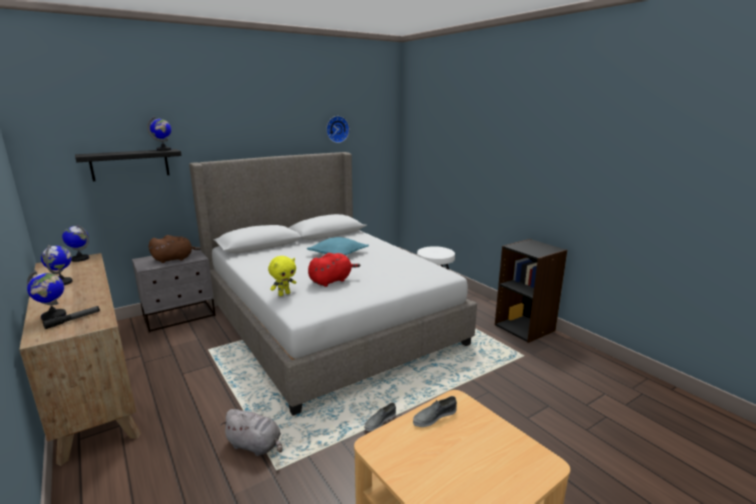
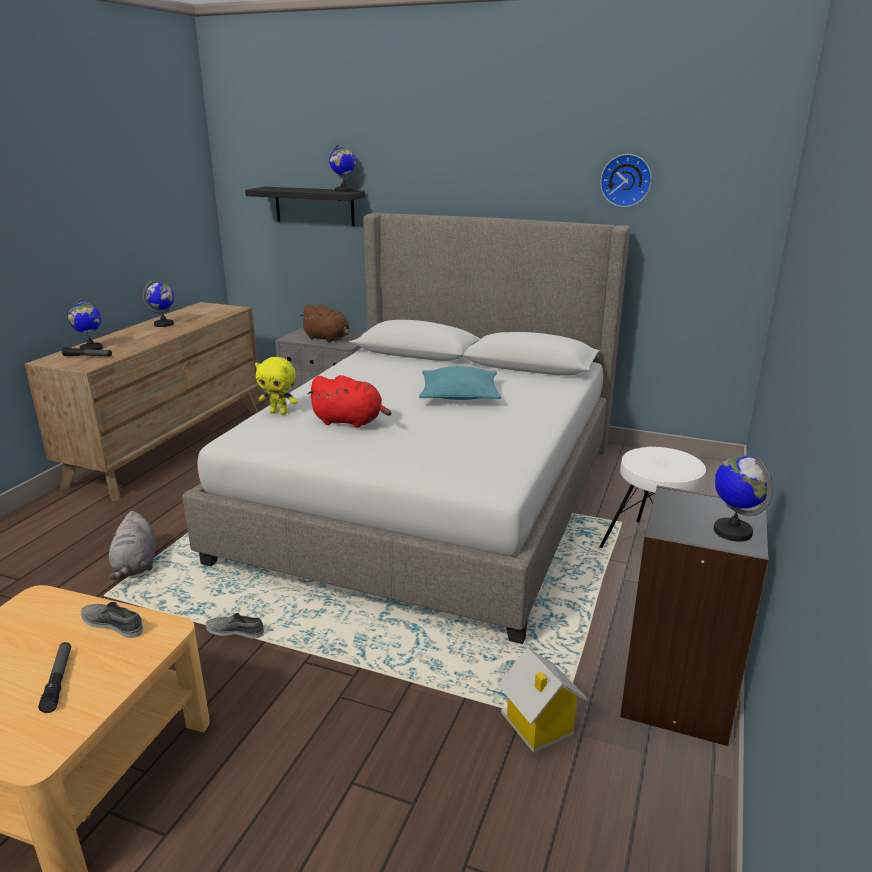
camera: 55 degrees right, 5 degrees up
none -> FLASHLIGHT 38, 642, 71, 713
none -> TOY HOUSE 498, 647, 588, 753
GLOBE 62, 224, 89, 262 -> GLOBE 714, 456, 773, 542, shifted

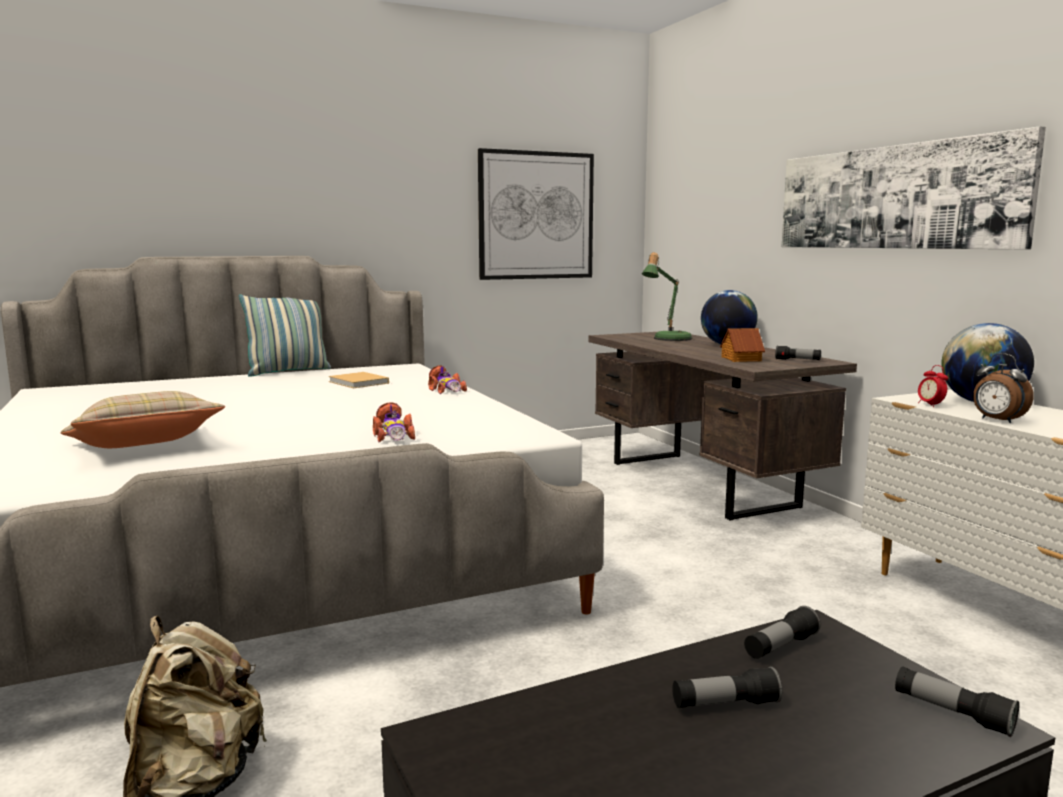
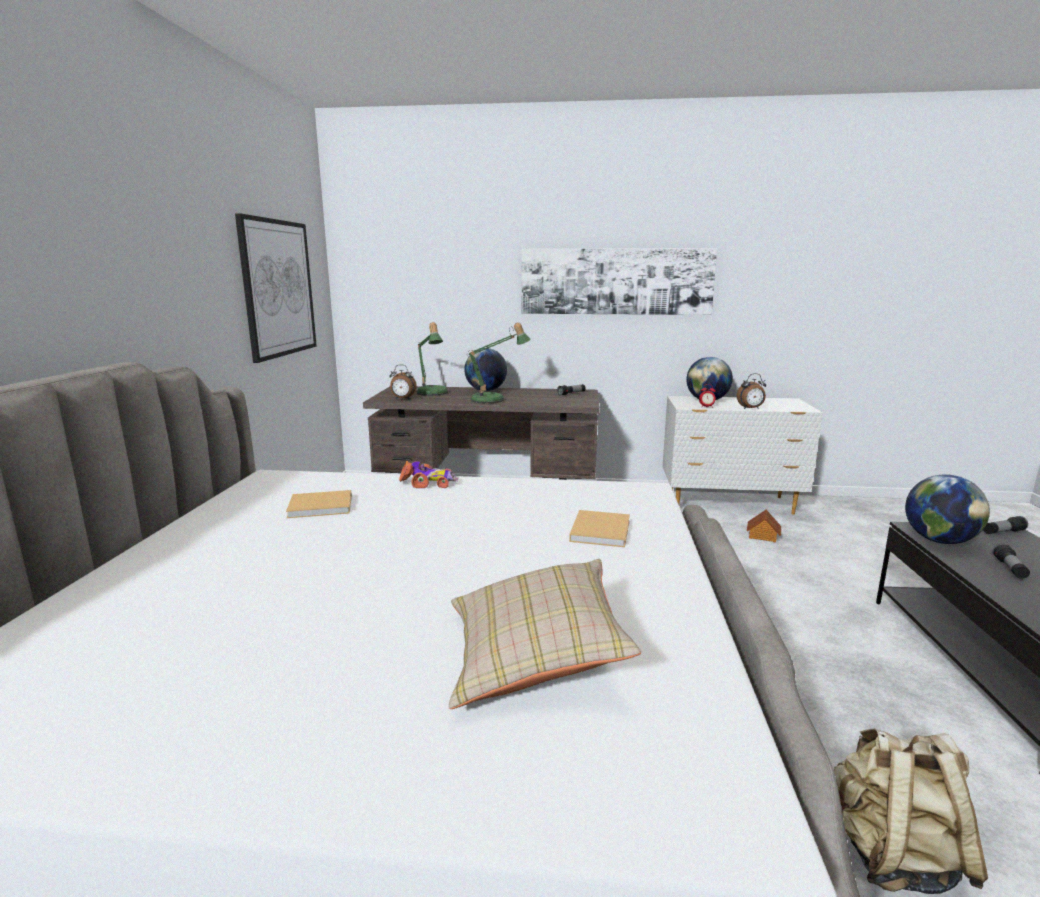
camera: 60 degrees left, 5 degrees up
none -> ALARM CLOCK 389, 365, 417, 399
none -> TABLE LAMP 467, 322, 530, 404
TOY CAR 373, 402, 415, 442 -> BEIGE BOOK 569, 510, 630, 547
TOY HOUSE 720, 328, 765, 362 -> TOY HOUSE 747, 510, 781, 542, shifted
FLASHLIGHT 744, 606, 821, 659 -> GLOBE 905, 474, 990, 544
PILLOW 239, 294, 331, 377 -> none

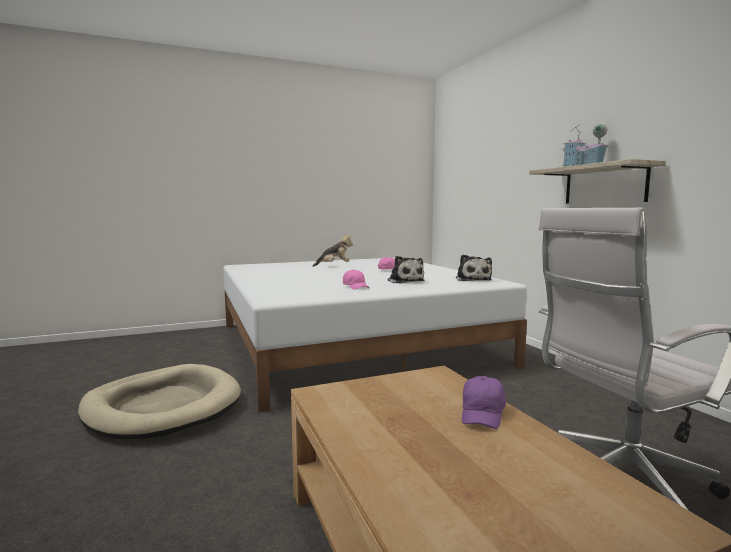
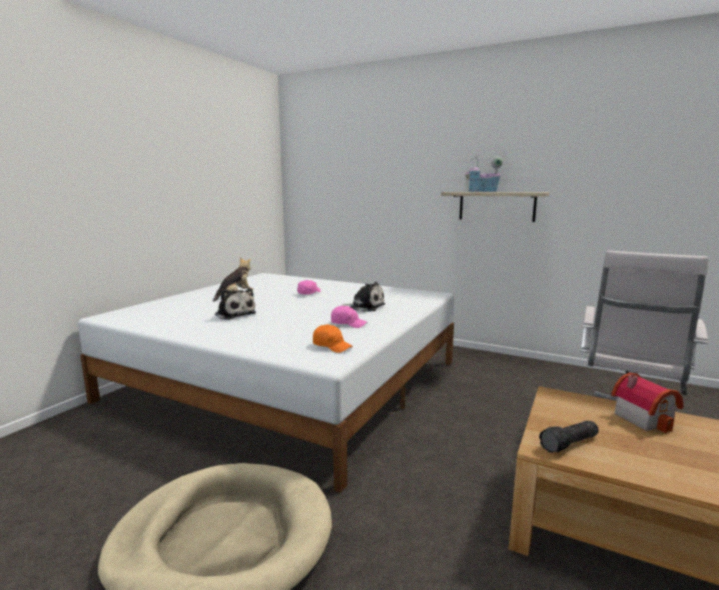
camera: 40 degrees left, 5 degrees up
PLUSH TOY 456, 254, 492, 281 -> PLUSH TOY 215, 288, 256, 320, shifted
none -> ORANGE CAP 313, 324, 353, 353
none -> FLASHLIGHT 539, 421, 599, 453
PURPLE CAP 462, 376, 506, 429 -> TOY HOUSE 611, 372, 683, 433

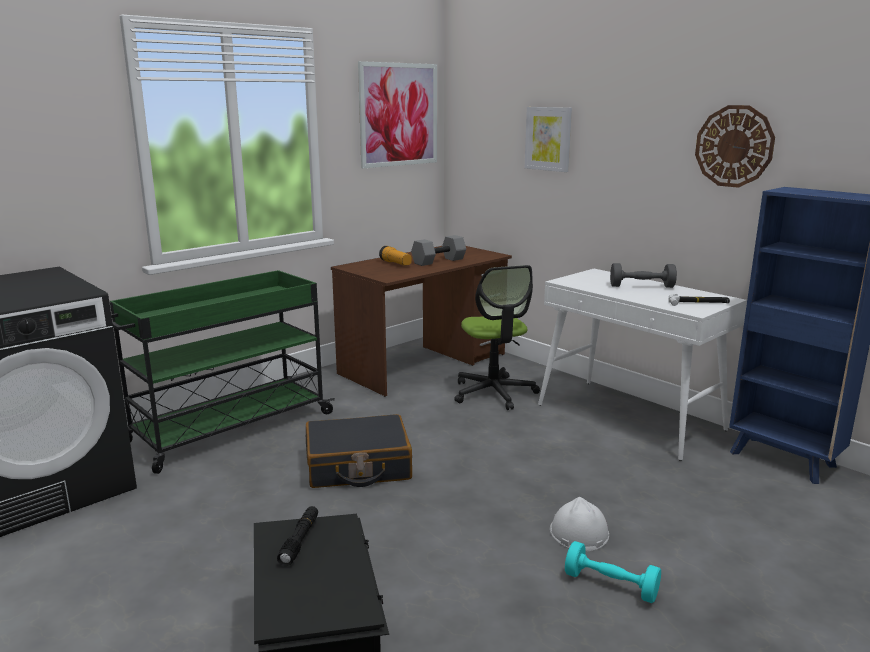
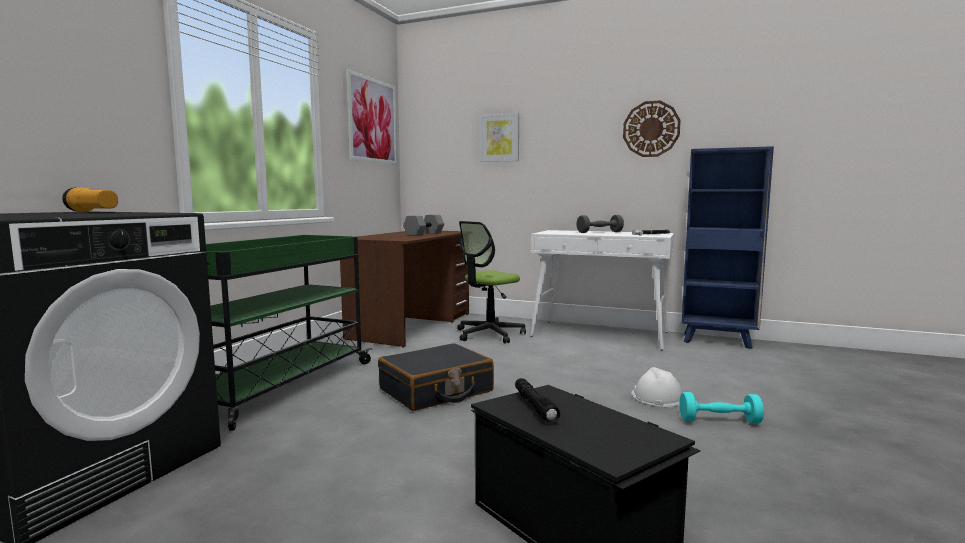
camera: 25 degrees left, 10 degrees down
FLASHLIGHT 379, 246, 412, 266 -> FLASHLIGHT 62, 187, 118, 212, shifted
OFFICE CHAIR 454, 265, 540, 410 -> OFFICE CHAIR 457, 221, 526, 344, 90 degrees clockwise

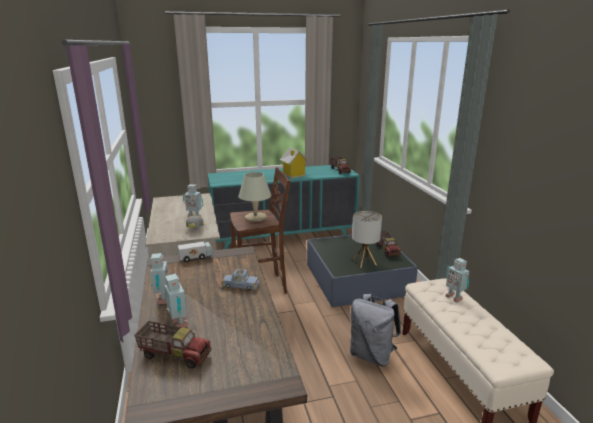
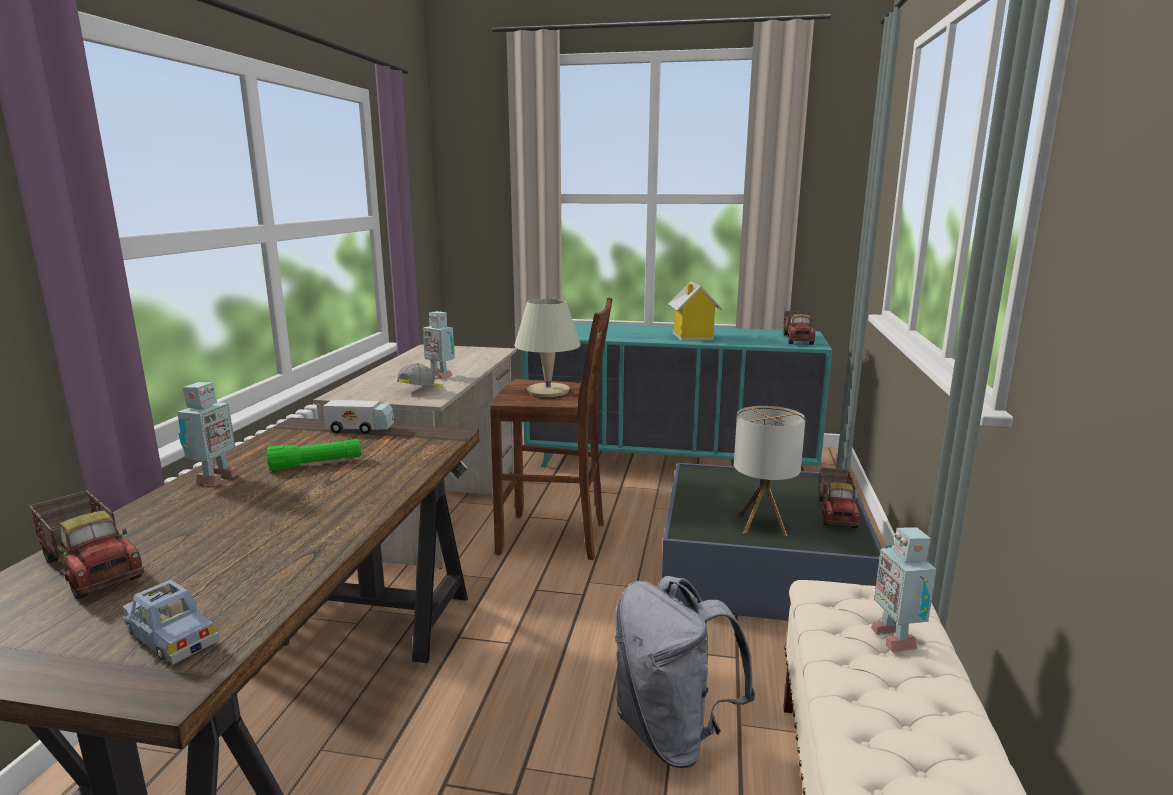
camera: 25 degrees right, 5 degrees down
BLUE TOY CAR 223, 269, 259, 290 -> BLUE TOY CAR 123, 580, 220, 665, shifted
none -> GREEN FLASHLIGHT 266, 439, 361, 471
TOY ROBOT 164, 273, 189, 328 -> none

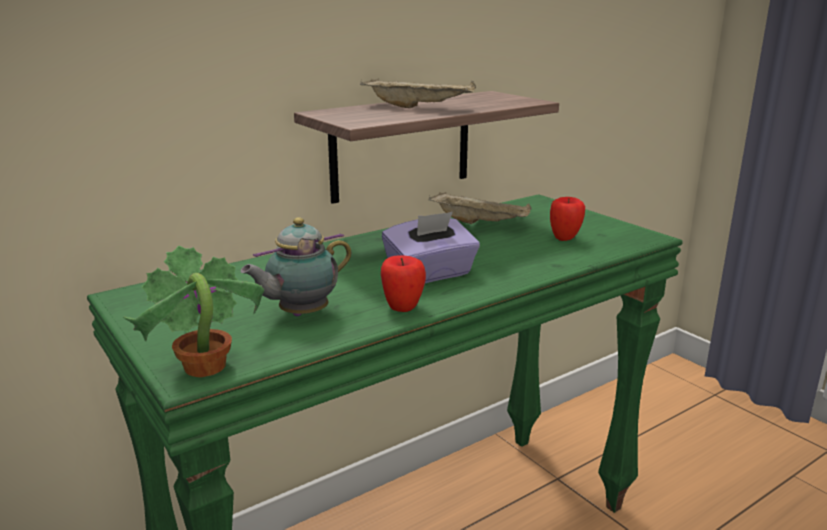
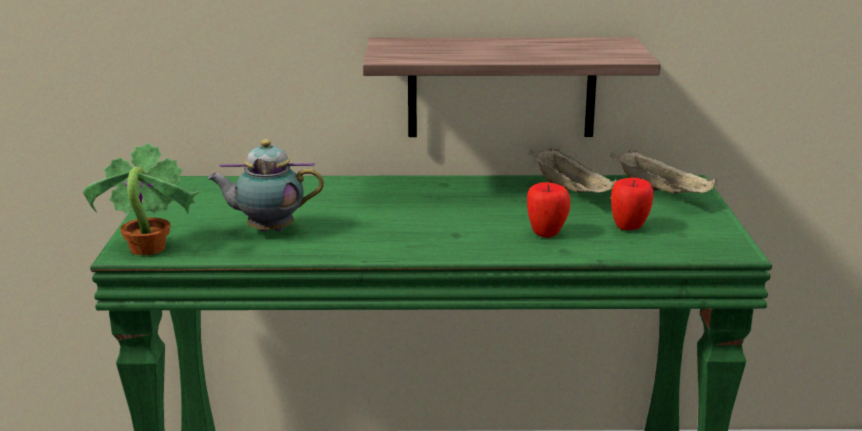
camera: 35 degrees right, 0 degrees up
APPLE 381, 255, 426, 312 -> APPLE 527, 182, 570, 238, shifted
BEIGE TRAY 360, 78, 476, 108 -> BEIGE TRAY 610, 150, 717, 193, shifted
PURPLE TISSUE BOX 382, 212, 480, 283 -> none

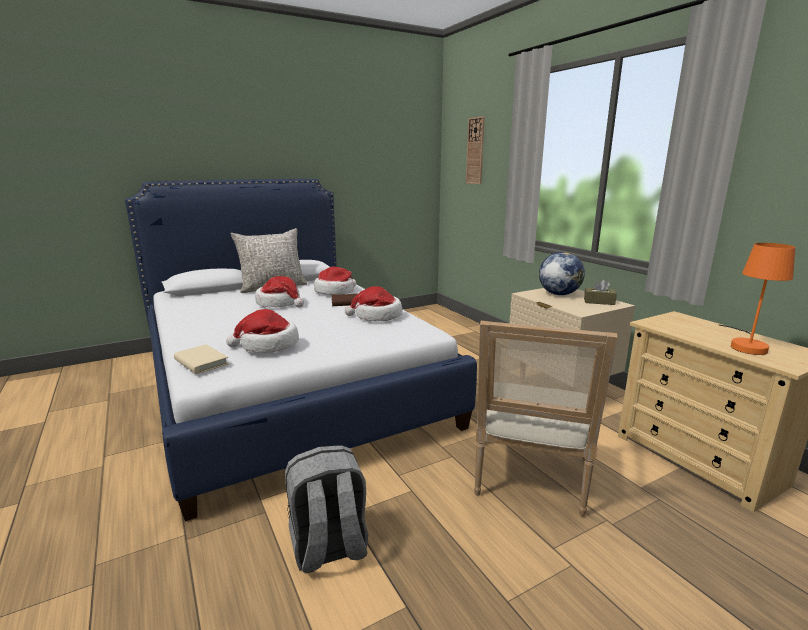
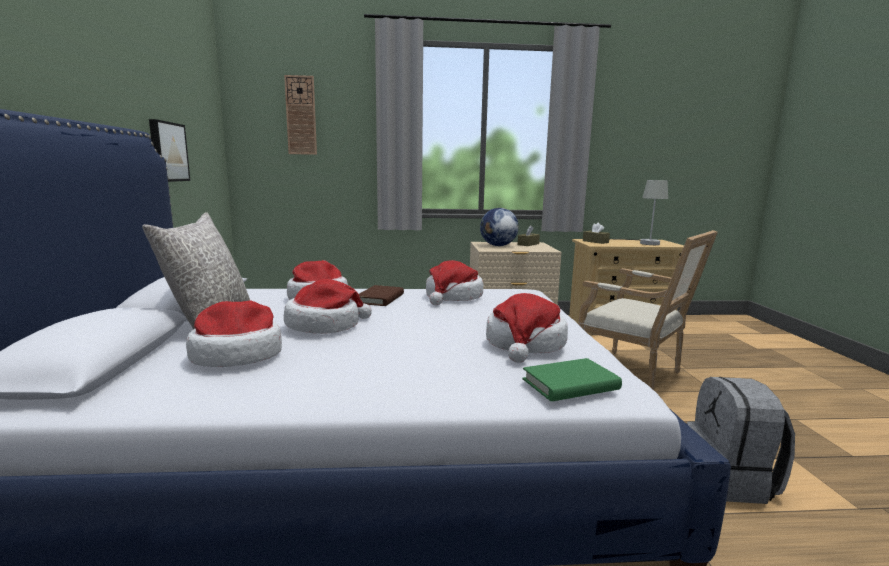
camera: 65 degrees left, 5 degrees down
none -> PICTURE 149, 119, 190, 182
none -> HAT 186, 300, 282, 367
BEIGE BOOK 174, 344, 229, 374 -> GREEN BOOK 522, 358, 622, 402
none -> BROWN TISSUE BOX 583, 223, 610, 244
ORANGE TABLE LAMP 719, 243, 795, 355 -> GREY TABLE LAMP 617, 180, 668, 245

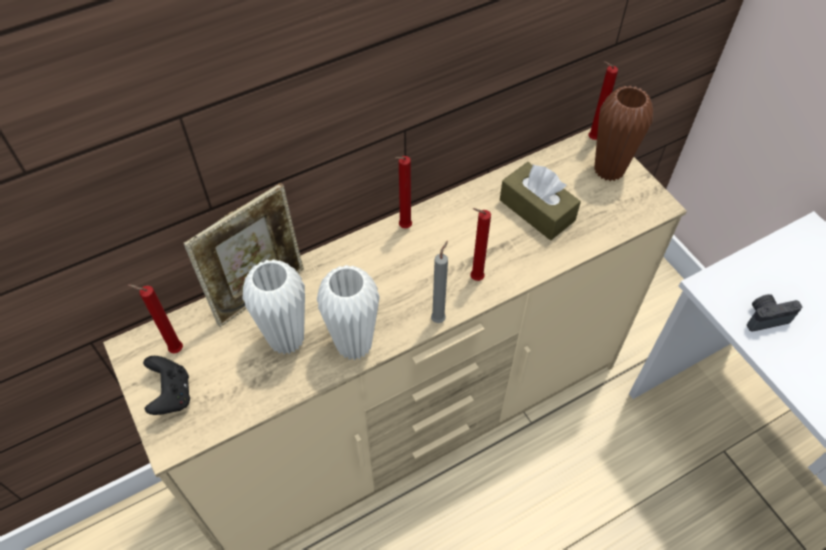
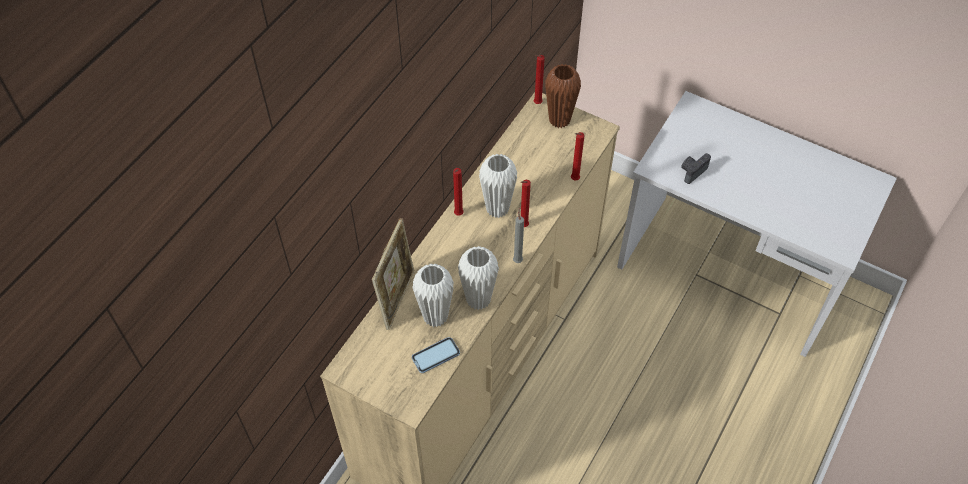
camera: 30 degrees left, 0 degrees up
none -> PHONE 412, 337, 460, 373
none -> WHITE VASE 479, 154, 517, 218
RED CANDLE 128, 284, 183, 354 -> RED CANDLE 571, 132, 585, 181, shifted
BLACK GAME CONTROLLER 143, 356, 190, 415 -> none
BROWN TISSUE BOX 500, 162, 581, 240 -> none

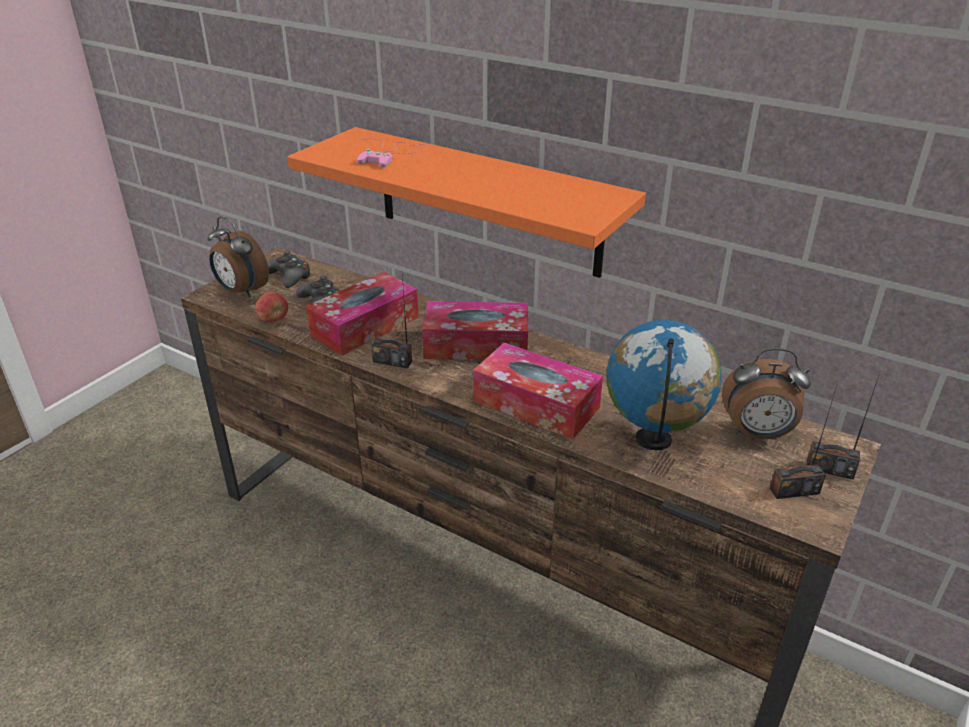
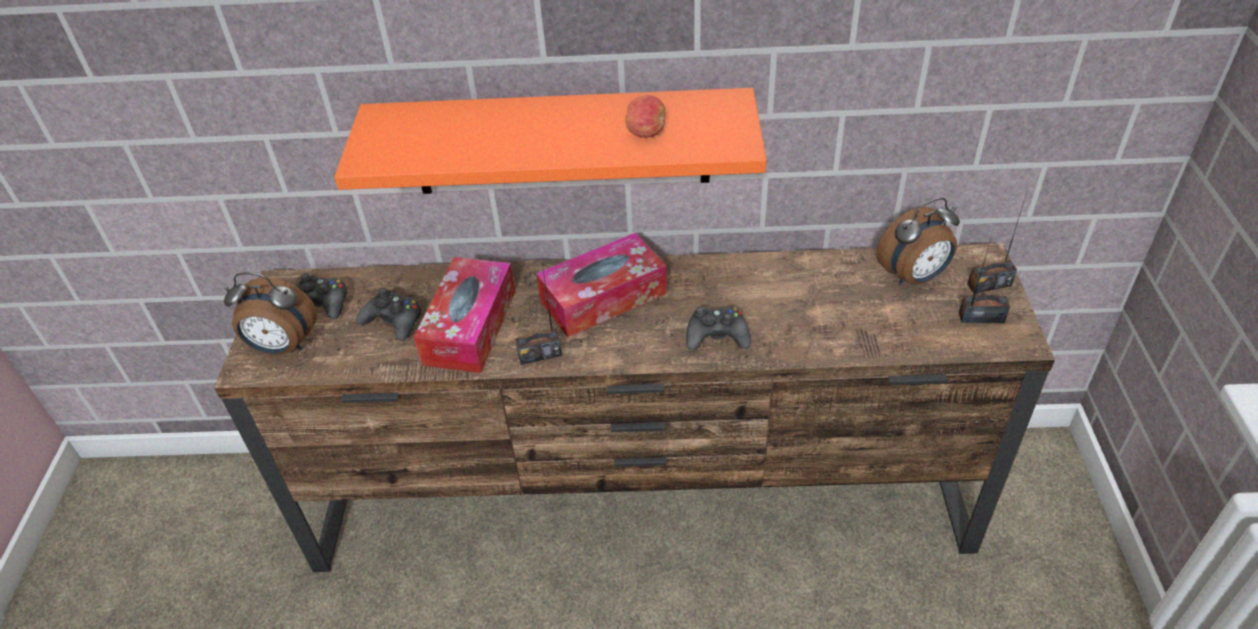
camera: 30 degrees left, 10 degrees up
APPLE 256, 292, 288, 322 -> APPLE 625, 95, 666, 138, shifted
TISSUE BOX 473, 343, 603, 440 -> BLACK GAME CONTROLLER 686, 306, 751, 351
RADIO 770, 386, 837, 499 -> RADIO 959, 236, 1010, 323, 135 degrees counterclockwise
PINK GAME CONTROLLER 357, 138, 428, 167 -> none
GLOBE 607, 320, 722, 450 -> none

